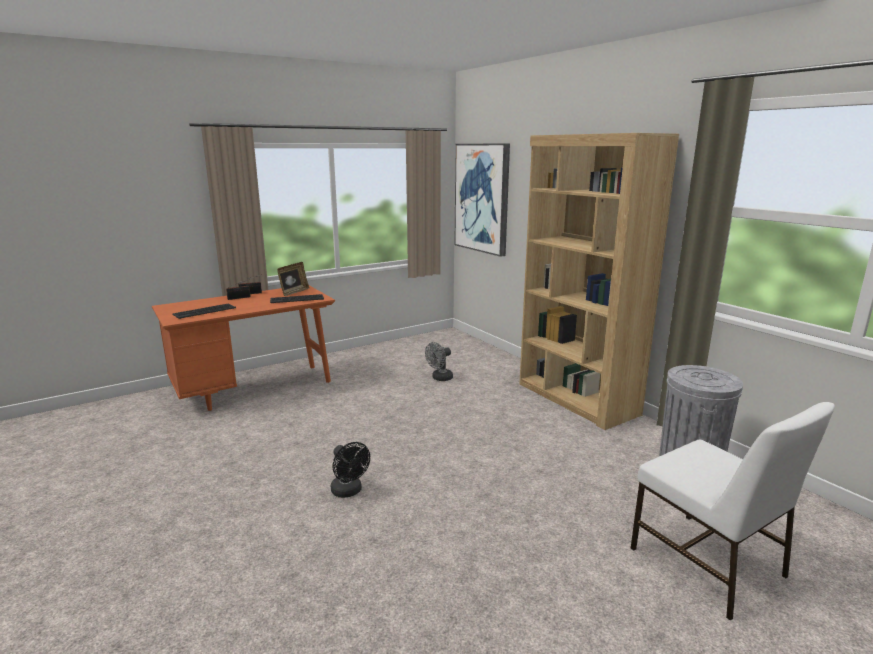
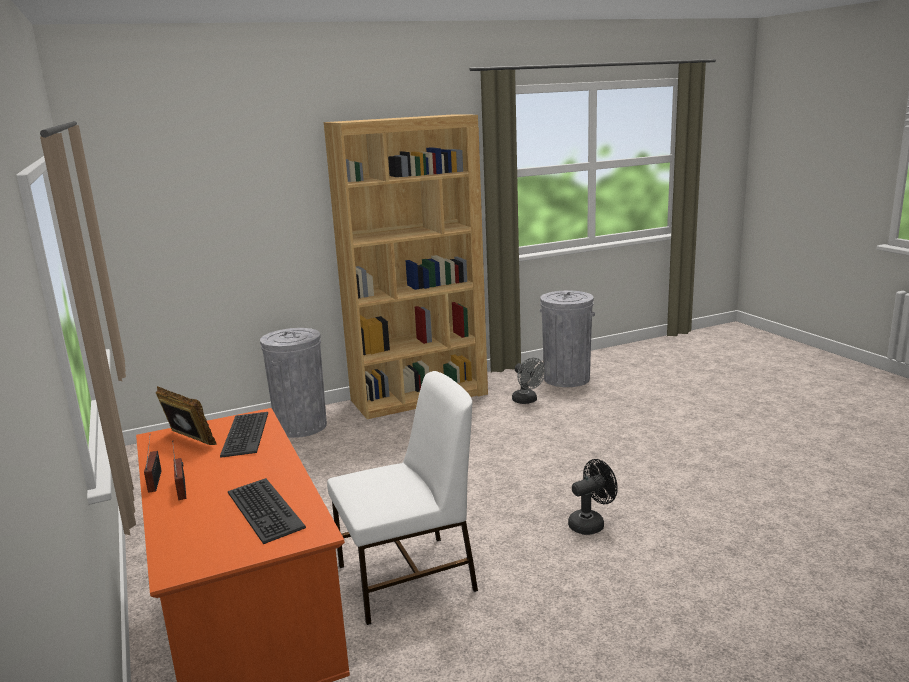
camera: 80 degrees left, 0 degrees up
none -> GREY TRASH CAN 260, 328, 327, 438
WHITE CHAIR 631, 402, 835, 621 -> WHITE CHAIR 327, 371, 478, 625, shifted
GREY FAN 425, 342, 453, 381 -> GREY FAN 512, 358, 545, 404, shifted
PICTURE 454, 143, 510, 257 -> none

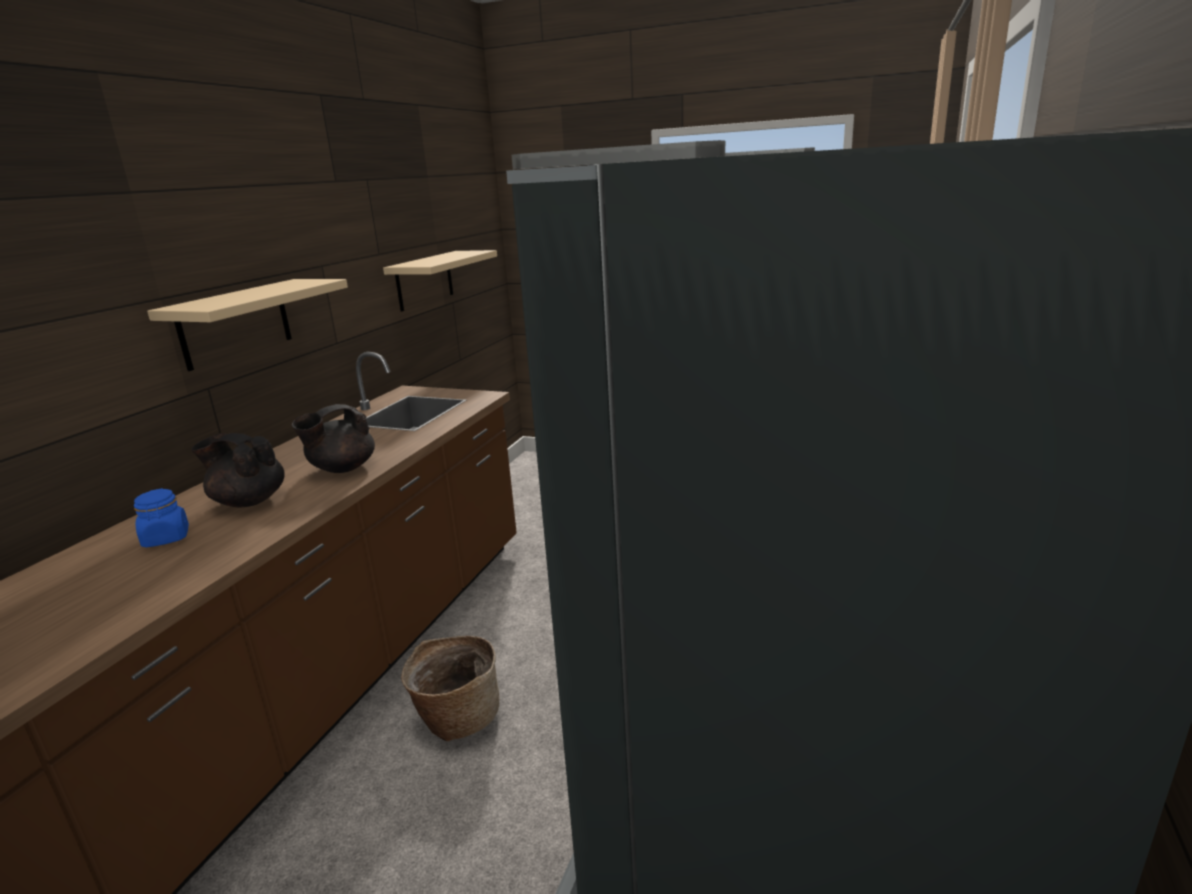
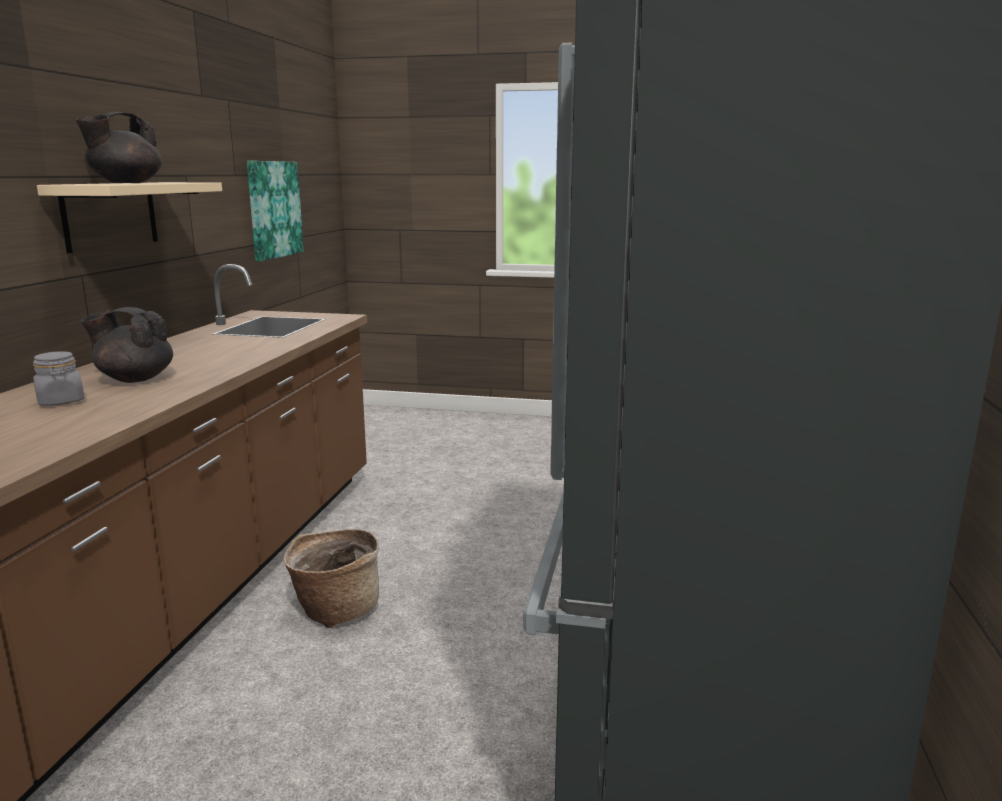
camera: 10 degrees left, 5 degrees down
BLUE JAR 134, 488, 189, 547 -> GREY JAR 33, 351, 84, 405
BLACK TEAPOT 292, 404, 375, 473 -> BLACK TEAPOT 76, 112, 162, 183, shifted
BEIGE SHELF 383, 250, 497, 311 -> PICTURE 247, 161, 304, 261

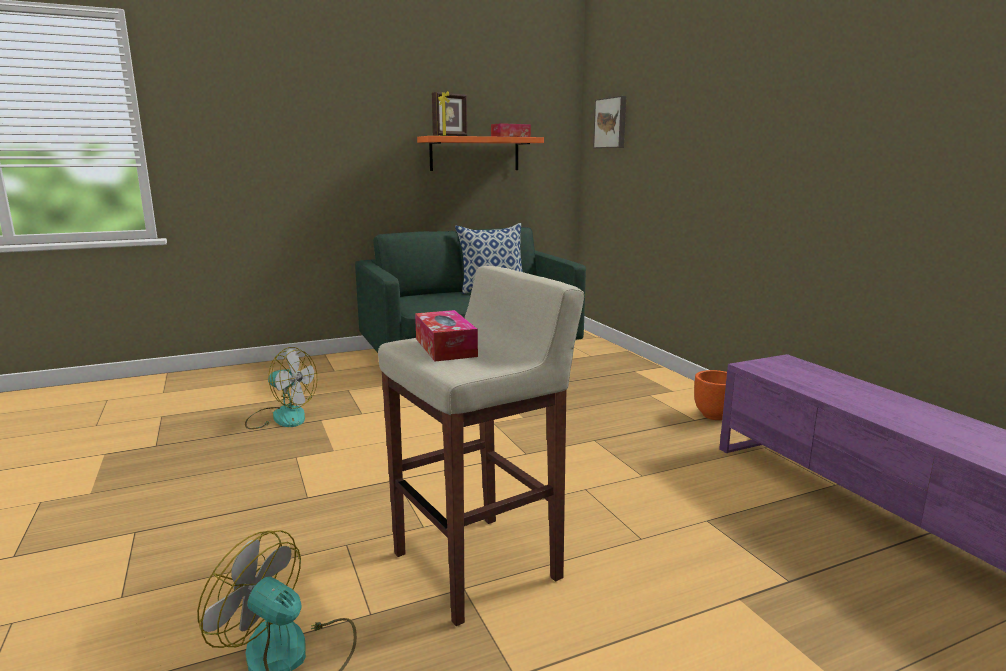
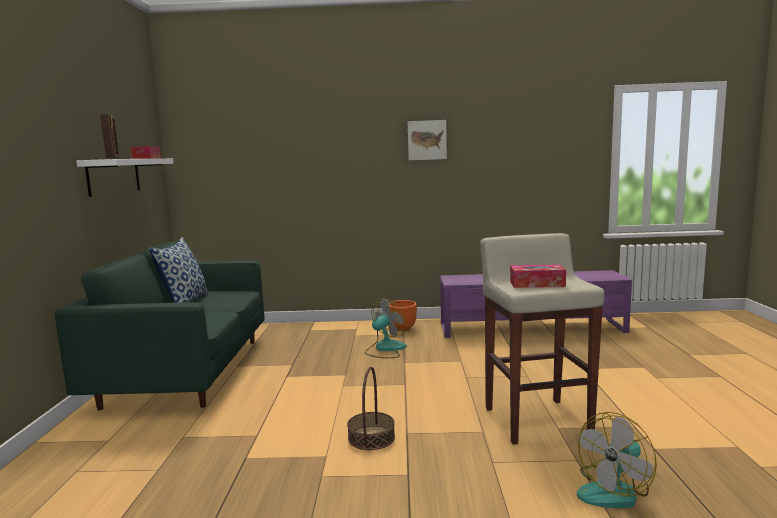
camera: 65 degrees left, 5 degrees down
ORANGE SHELF 417, 136, 544, 171 -> WHITE SHELF 76, 159, 174, 197
none -> BASKET 347, 367, 395, 450
FAN 245, 347, 317, 429 -> FAN 365, 298, 407, 358, shifted
PICTURE 593, 96, 626, 148 -> PICTURE 407, 119, 448, 161, shifted

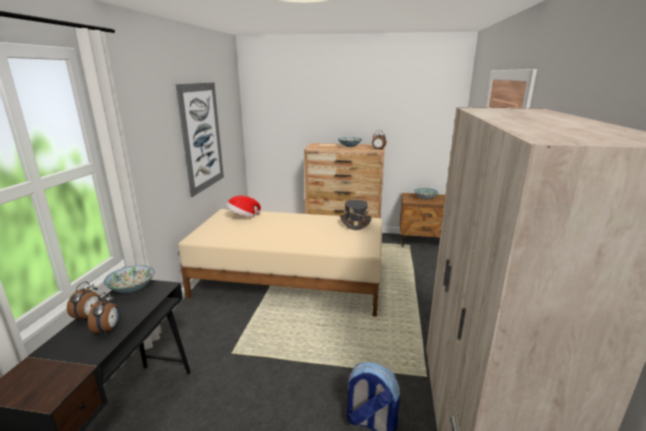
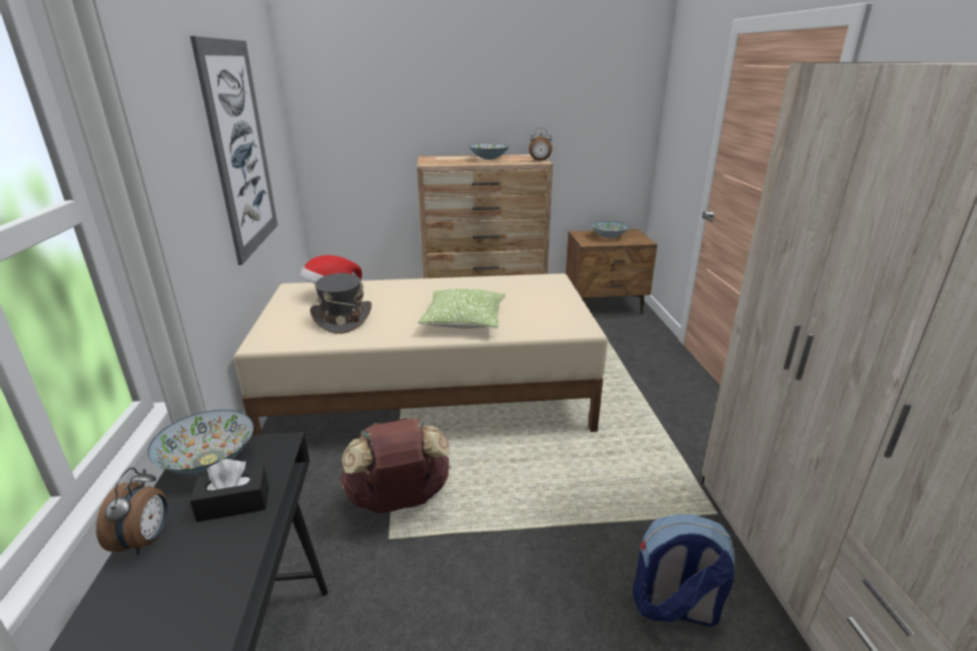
camera: 15 degrees left, 5 degrees up
none -> BLACK TISSUE BOX 190, 459, 269, 522
GREY HAT 340, 199, 372, 230 -> GREY HAT 310, 273, 372, 334, shifted
none -> BROWN BACKPACK 340, 418, 451, 513
none -> PILLOW 418, 289, 505, 329
ALARM CLOCK 88, 292, 119, 335 -> none

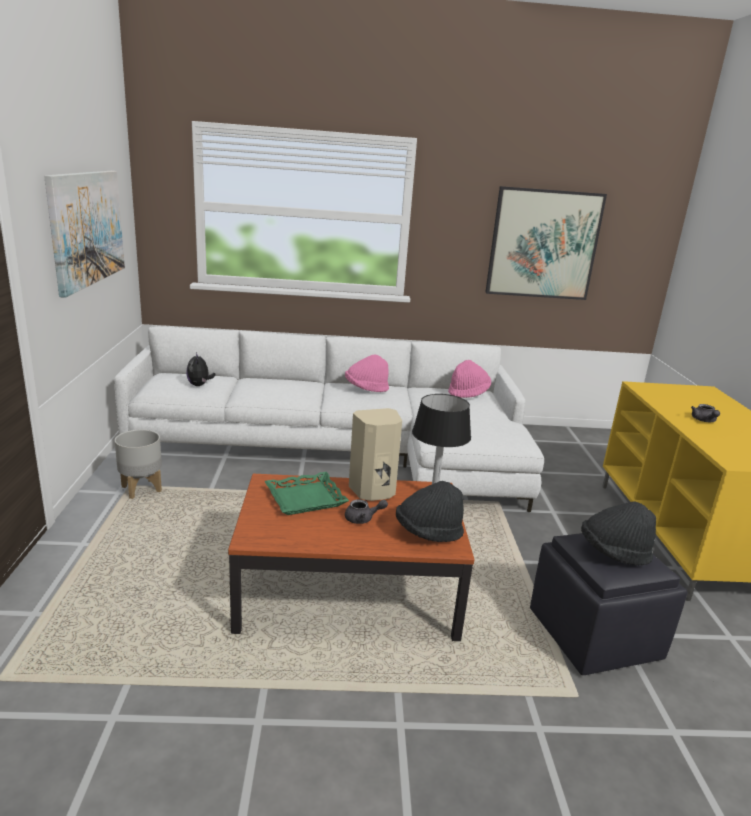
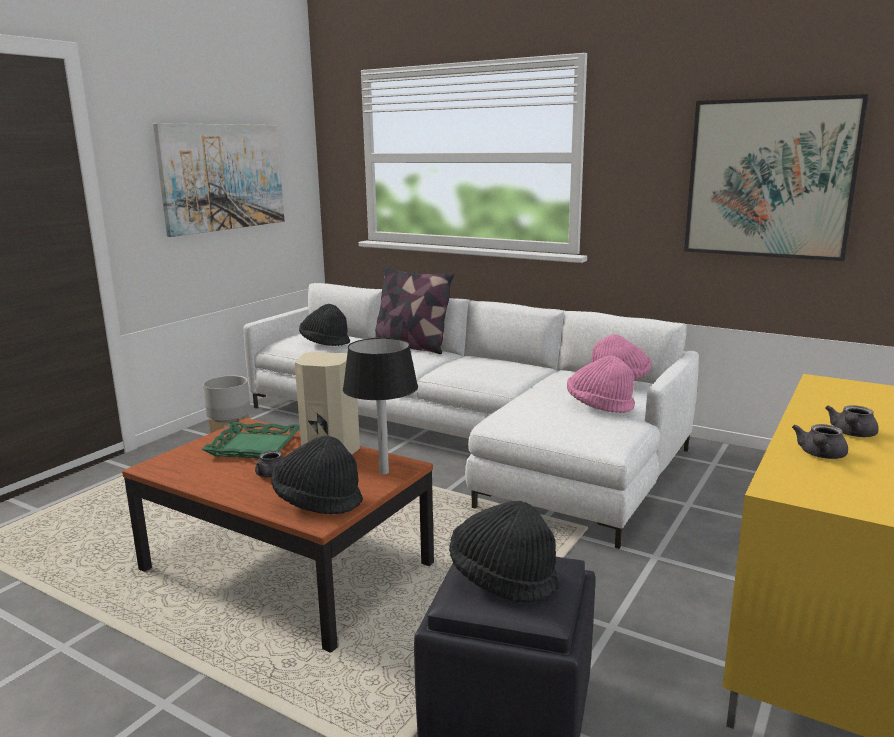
camera: 35 degrees right, 5 degrees down
PLUSH TOY 186, 352, 216, 386 -> BLACK HAT 299, 304, 350, 346
none -> PILLOW 374, 266, 454, 354
PINK HAT 345, 354, 389, 392 -> PINK HAT 567, 356, 635, 413, shifted
none -> GREY TEAPOT 792, 424, 848, 459

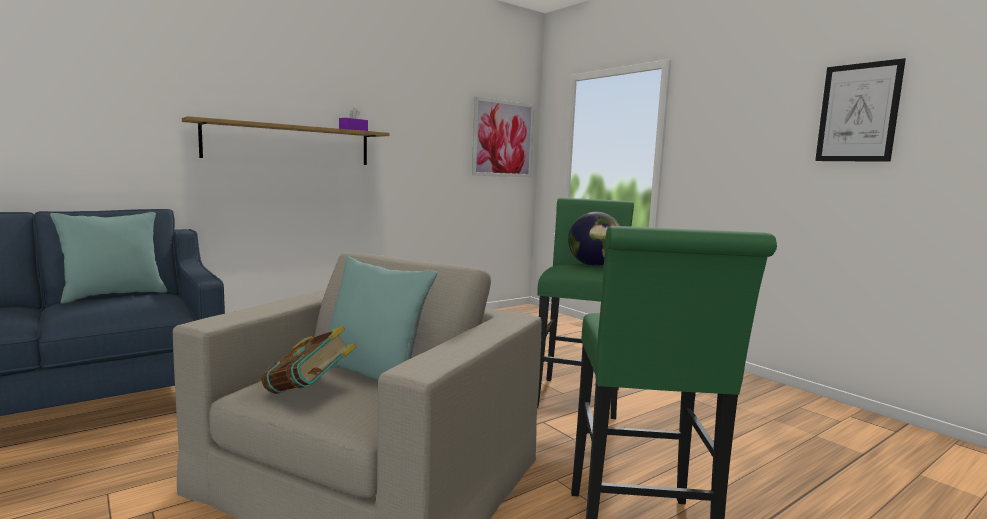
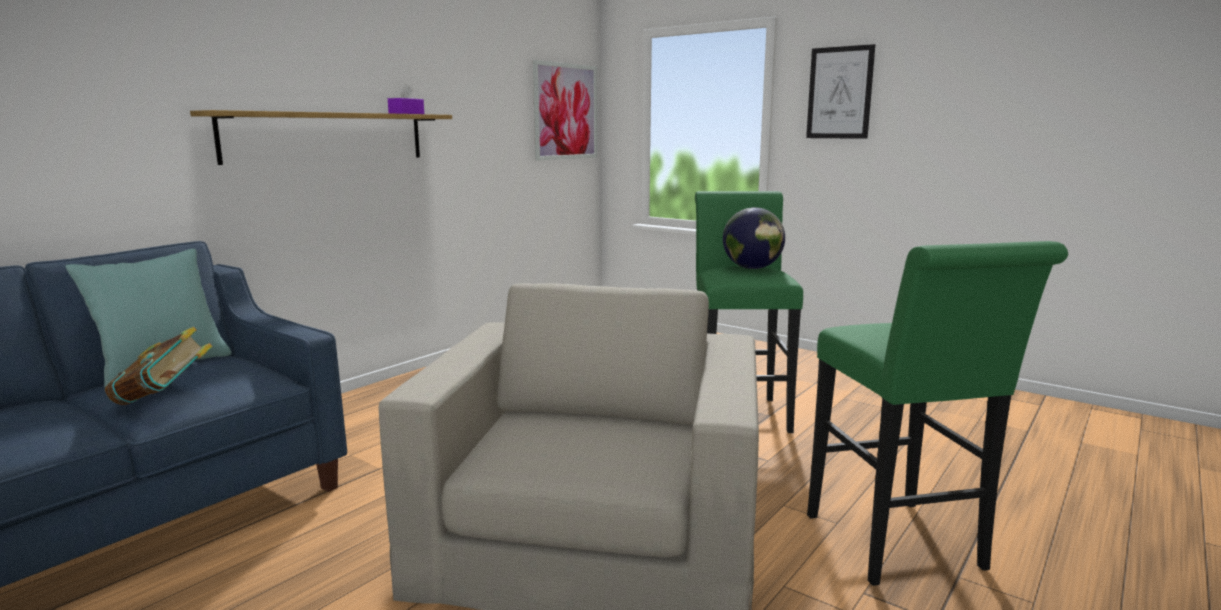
camera: 15 degrees left, 5 degrees up
BOOK 261, 326, 356, 394 -> BOOK 105, 327, 213, 405, shifted
PICTURE 815, 58, 906, 162 -> PICTURE 806, 44, 875, 139, shifted
TURQUOISE PILLOW 328, 256, 437, 380 -> none

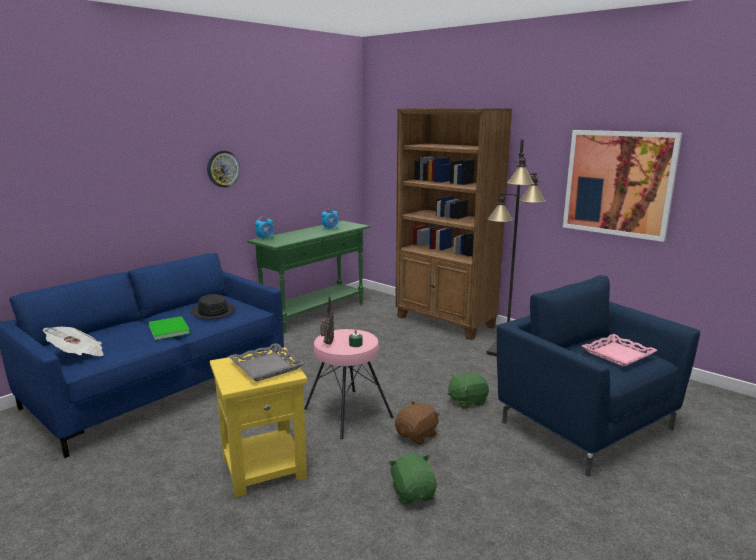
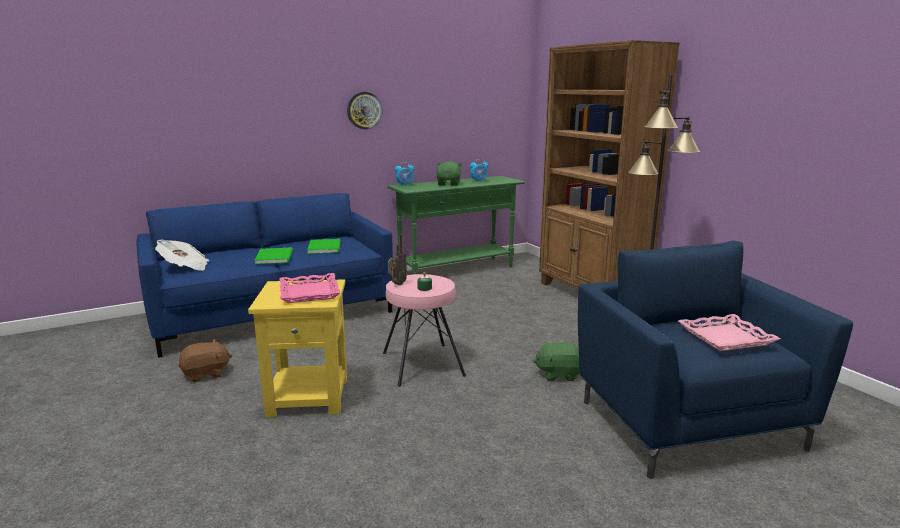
camera: 20 degrees right, 0 degrees up
BROWN PLUSH TOY 395, 401, 440, 445 -> BROWN PLUSH TOY 178, 339, 232, 382, shifted
GREY TRAY 228, 343, 305, 382 -> PINK TRAY 279, 273, 341, 303
BLACK HAT 191, 294, 235, 320 -> GREEN BOOK 307, 239, 341, 254
GREEN PLUSH TOY 388, 454, 436, 505 -> GREEN PLUSH TOY 436, 161, 462, 186, shifted
PICTURE 563, 130, 682, 242 -> none

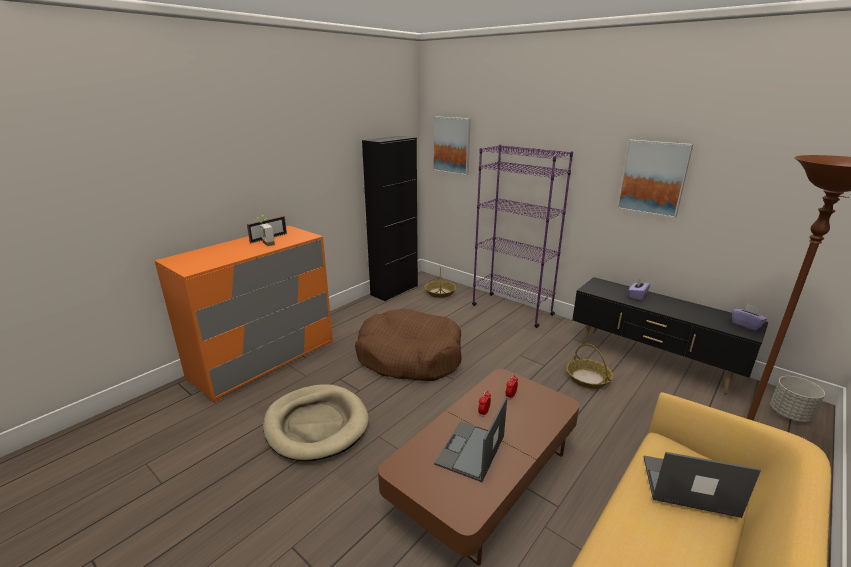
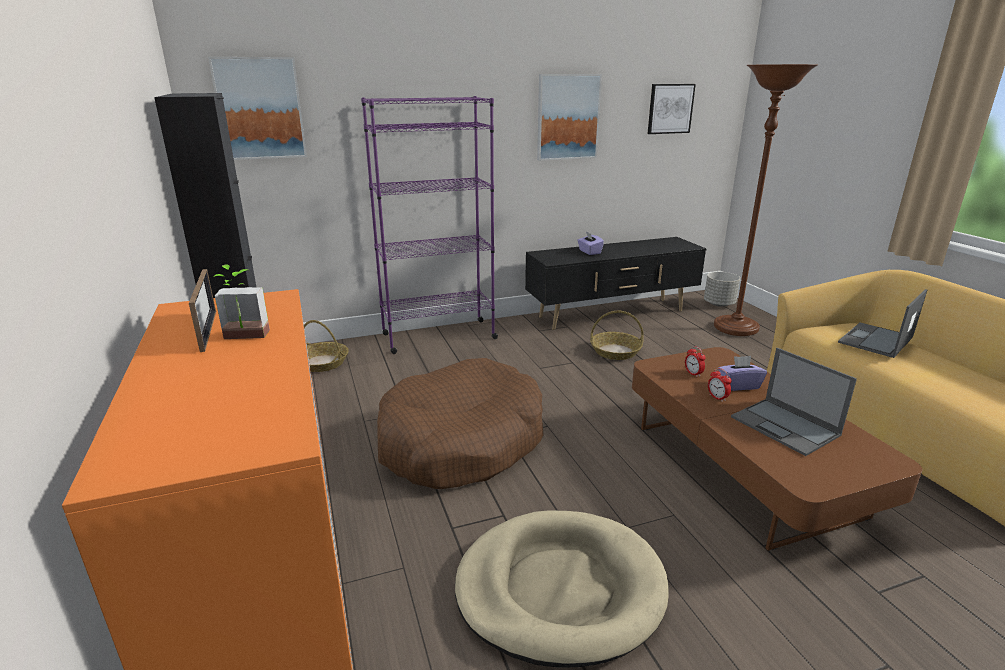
camera: 60 degrees left, 0 degrees up
none -> PICTURE 647, 84, 696, 134
PURPLE TISSUE BOX 732, 304, 767, 331 -> PURPLE TISSUE BOX 718, 356, 767, 391, shifted

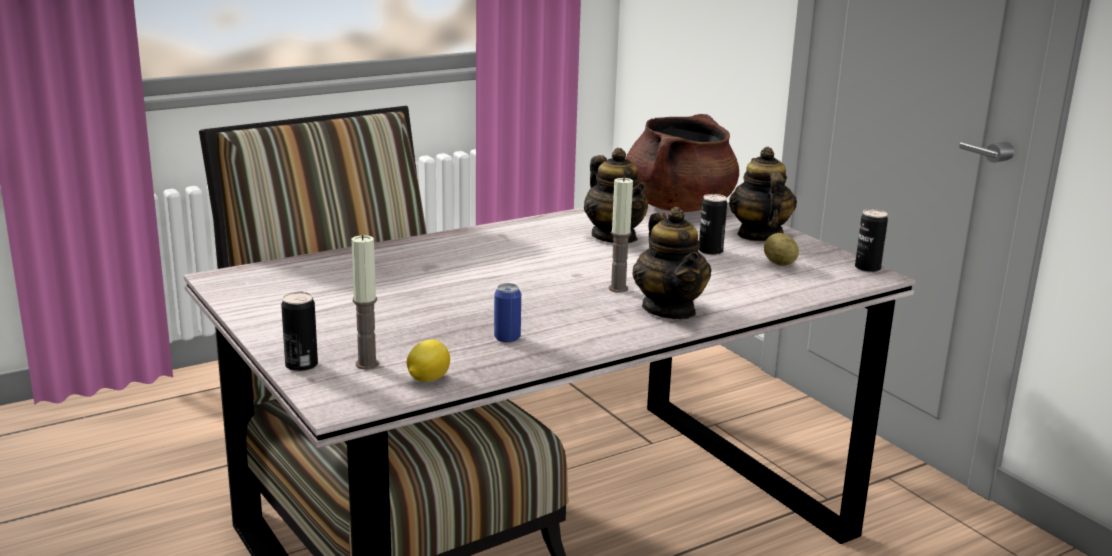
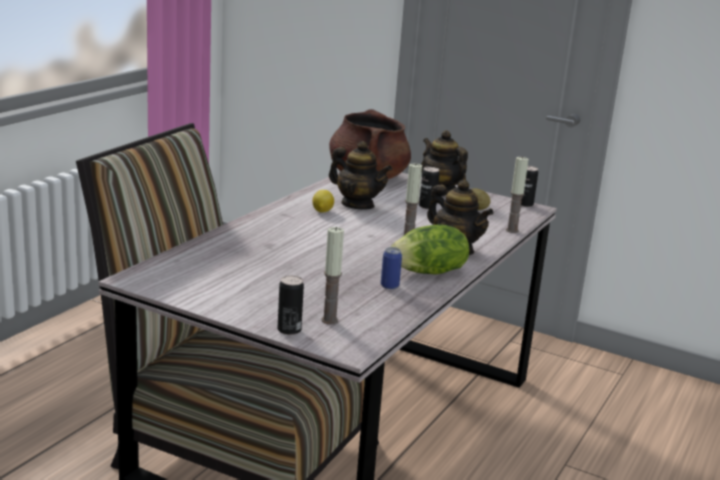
camera: 30 degrees left, 0 degrees up
LEMON 407, 340, 450, 382 -> LEMON 312, 190, 334, 213, shifted
none -> LETTUCE 390, 224, 469, 275
none -> CANDLE 506, 156, 529, 233

